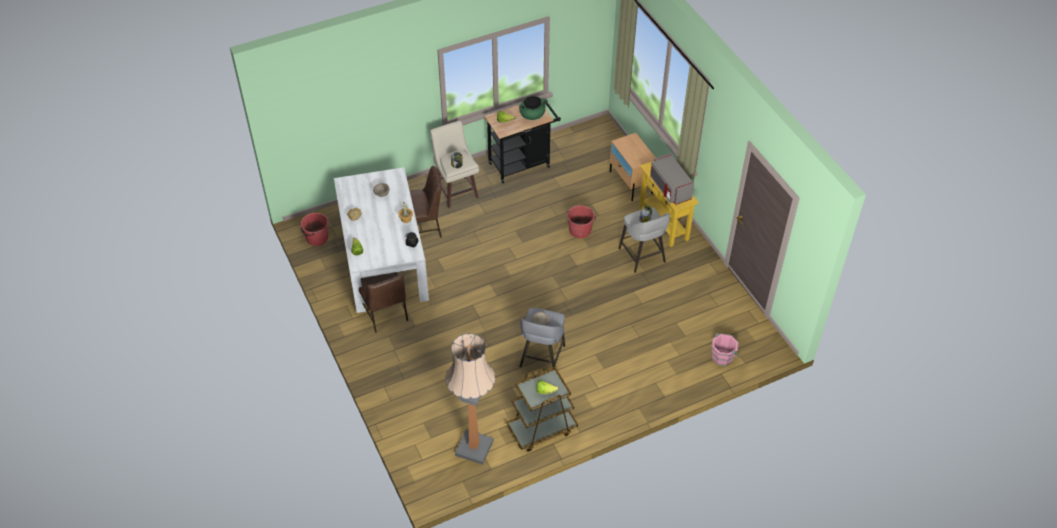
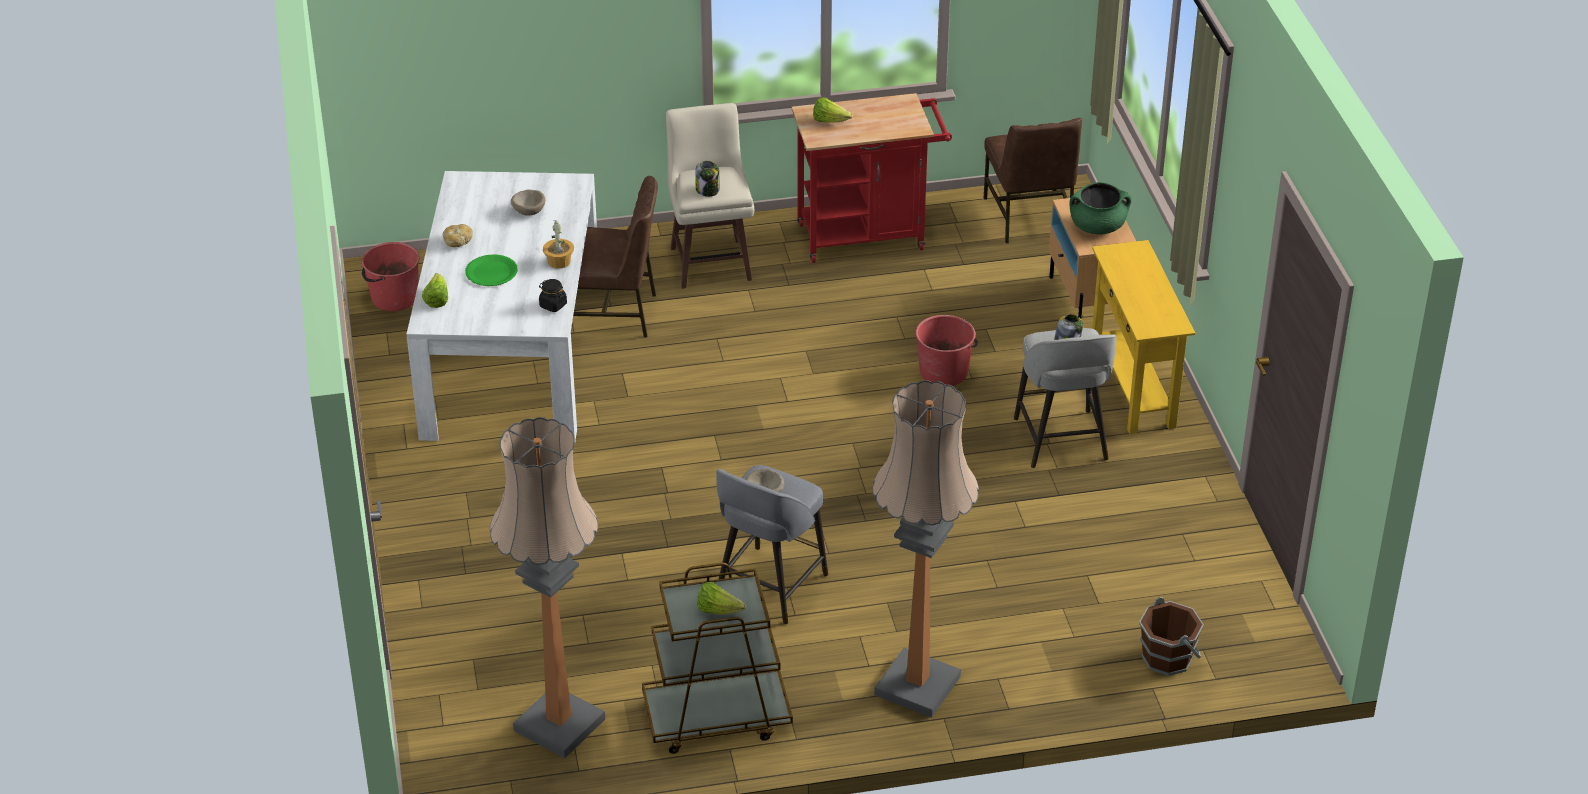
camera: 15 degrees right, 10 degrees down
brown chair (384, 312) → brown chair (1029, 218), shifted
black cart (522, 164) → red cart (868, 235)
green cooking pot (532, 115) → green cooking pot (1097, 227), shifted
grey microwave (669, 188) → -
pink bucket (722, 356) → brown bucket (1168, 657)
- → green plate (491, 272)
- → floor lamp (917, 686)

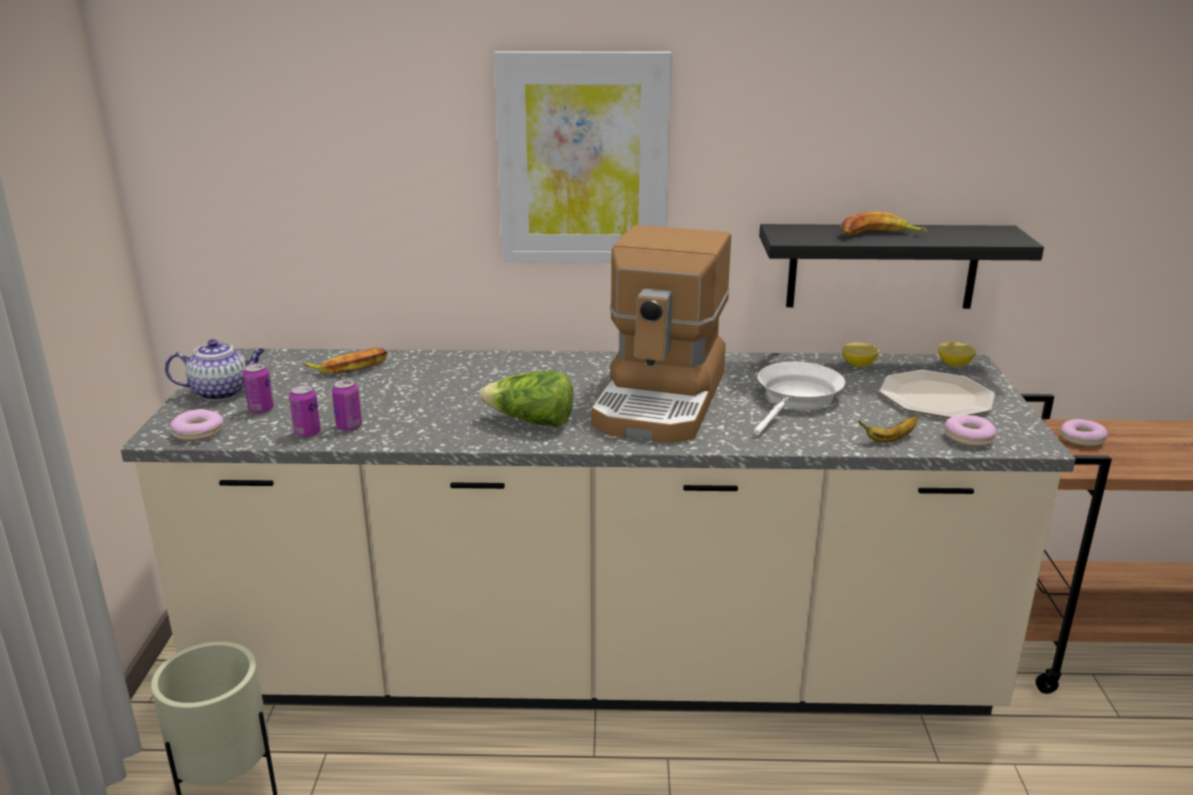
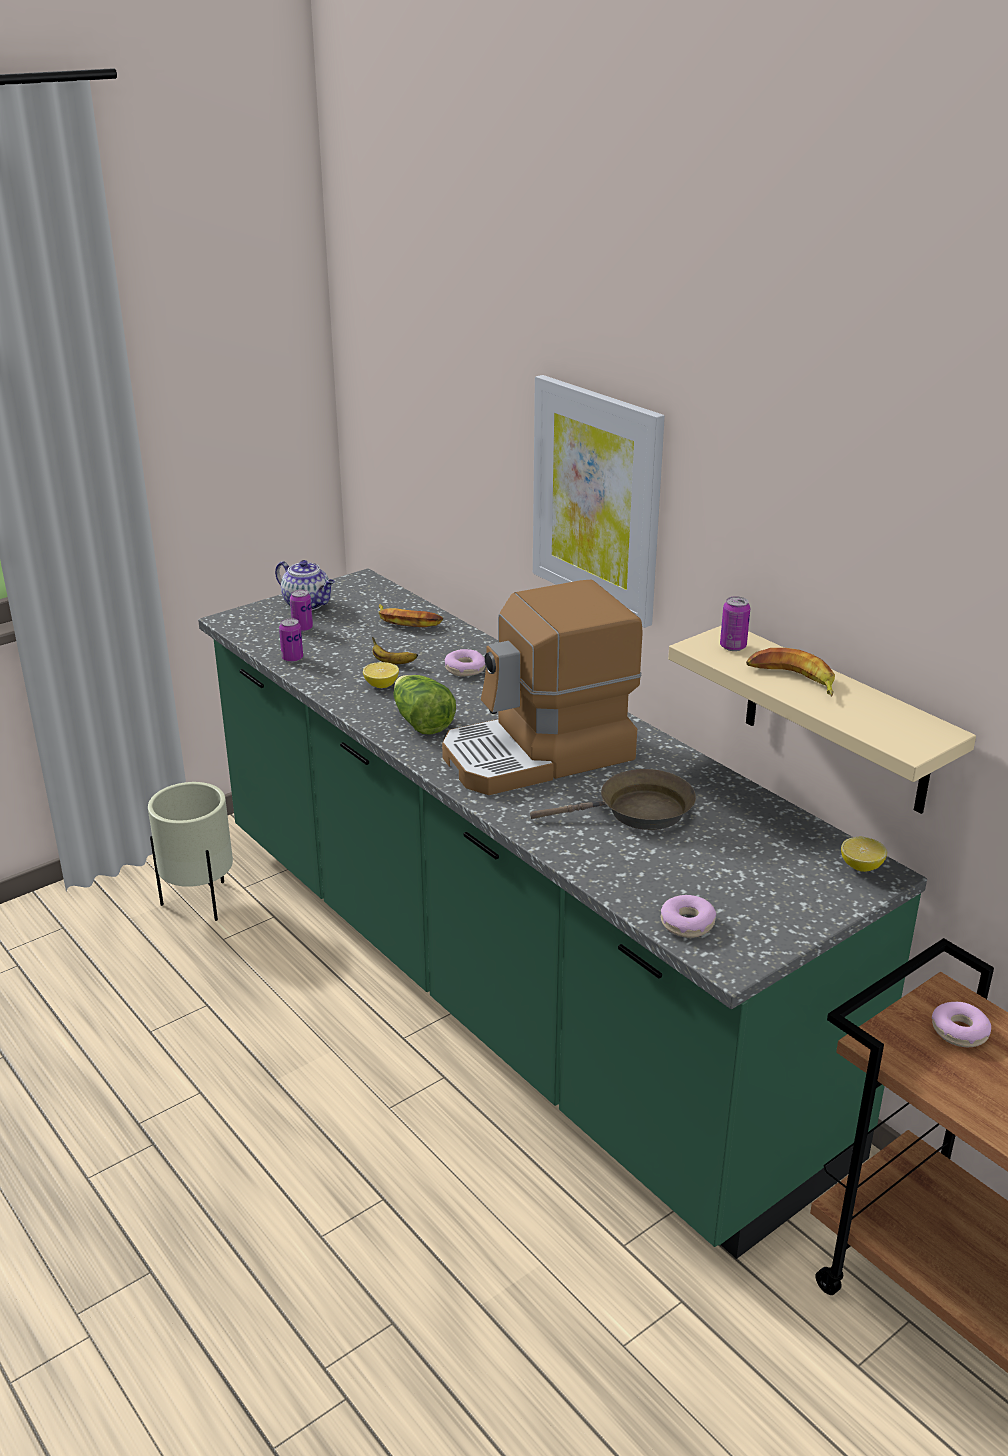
camera: 50 degrees right, 5 degrees up
beige counter (596, 665) → green counter (504, 984)
donut (198, 433) → donut (465, 669), shifted
can (349, 427) → can (733, 646), shifted
white frying pan (797, 399) → brown frying pan (637, 812)
black shelf (882, 266) → beige shelf (837, 720)
lemon (858, 365) → lemon (381, 685), shifted
banana (890, 439) → banana (392, 662), shifted
plate (936, 397) → -

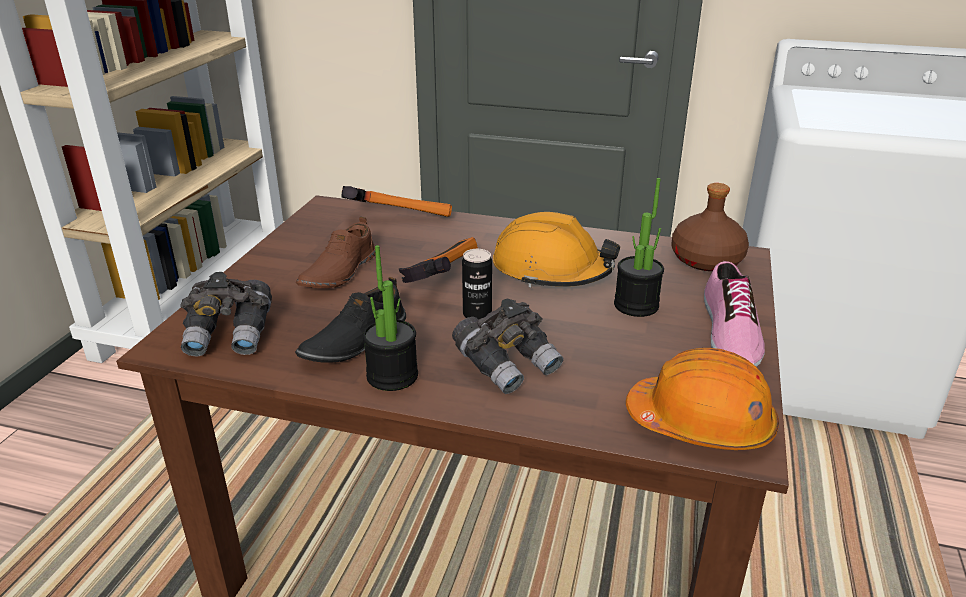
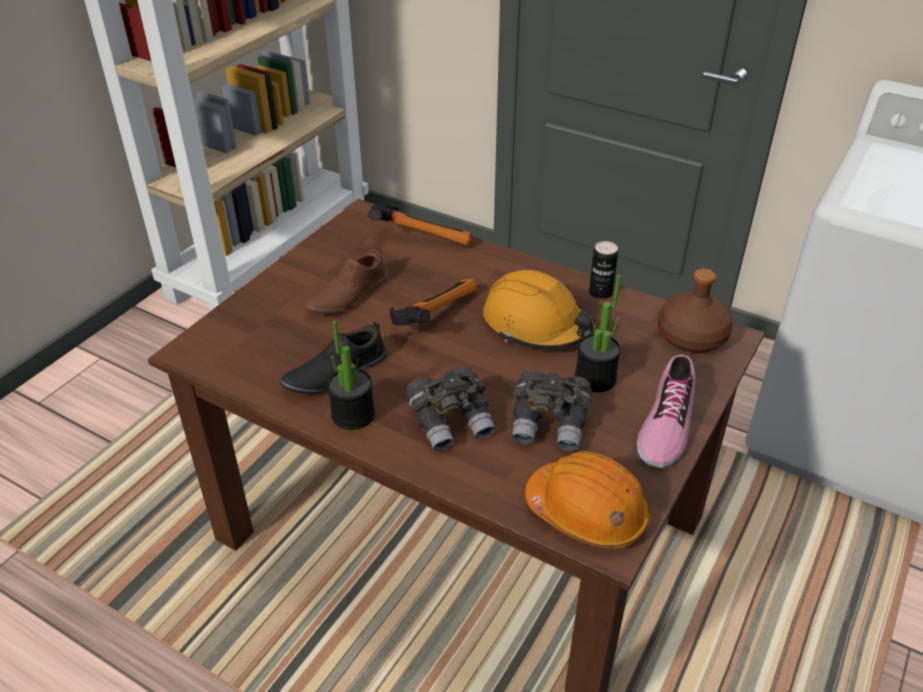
camera: 15 degrees right, 10 degrees up
grey binoculars (231, 335) → grey binoculars (550, 424), shifted
can (477, 314) → can (600, 292), shifted

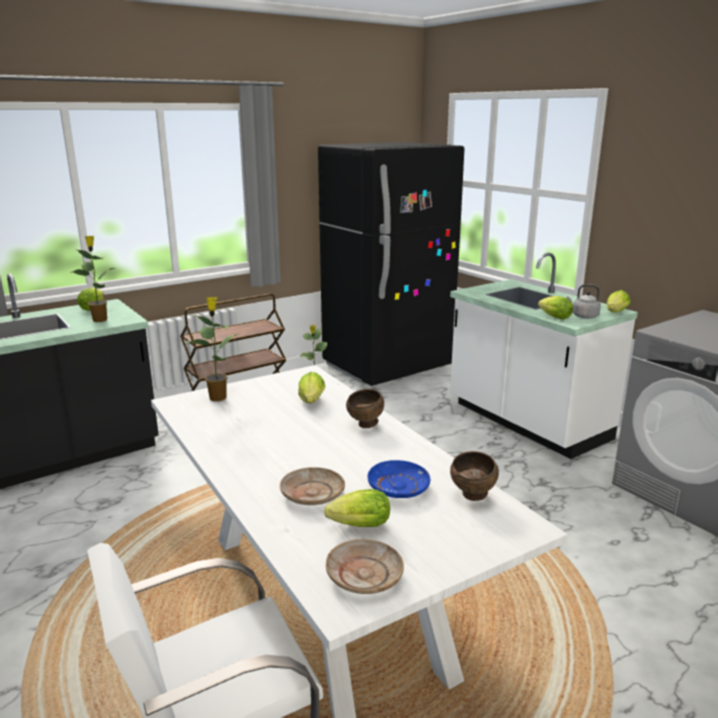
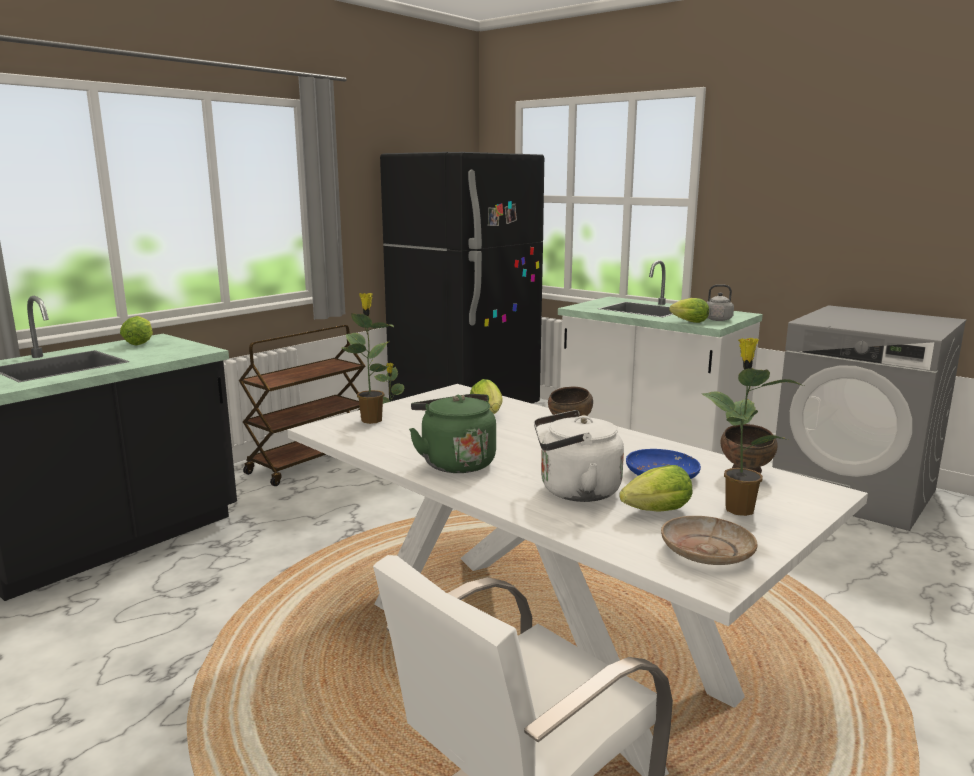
camera: 15 degrees left, 5 degrees down
potted plant (100, 319) → potted plant (738, 508), shifted
beige plate (312, 494) → white kettle (574, 491)
lettuce (615, 313) → -
- → green kettle (455, 462)

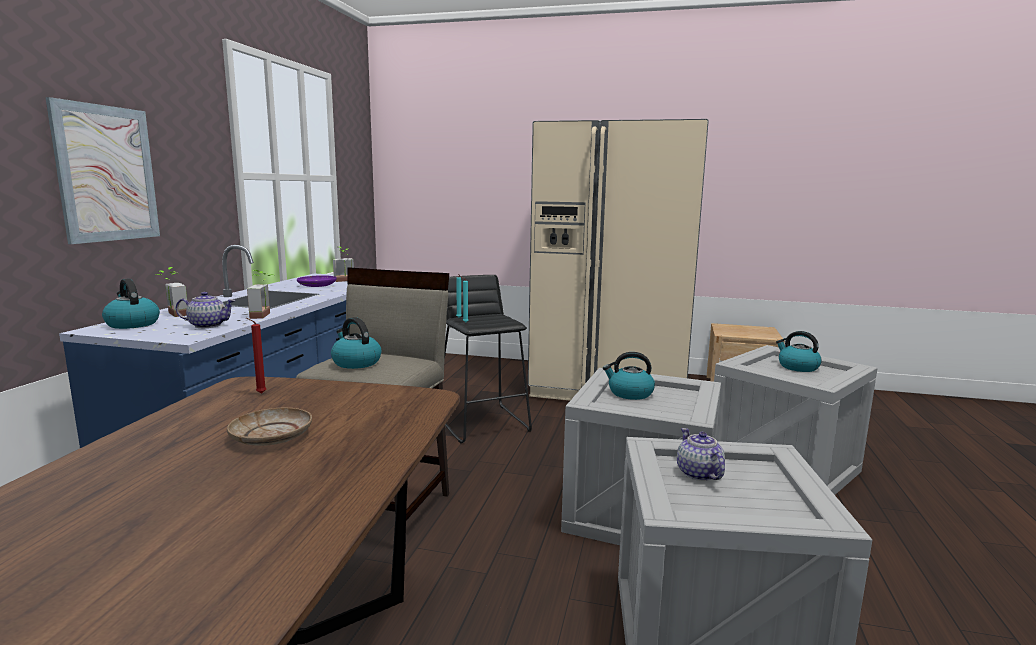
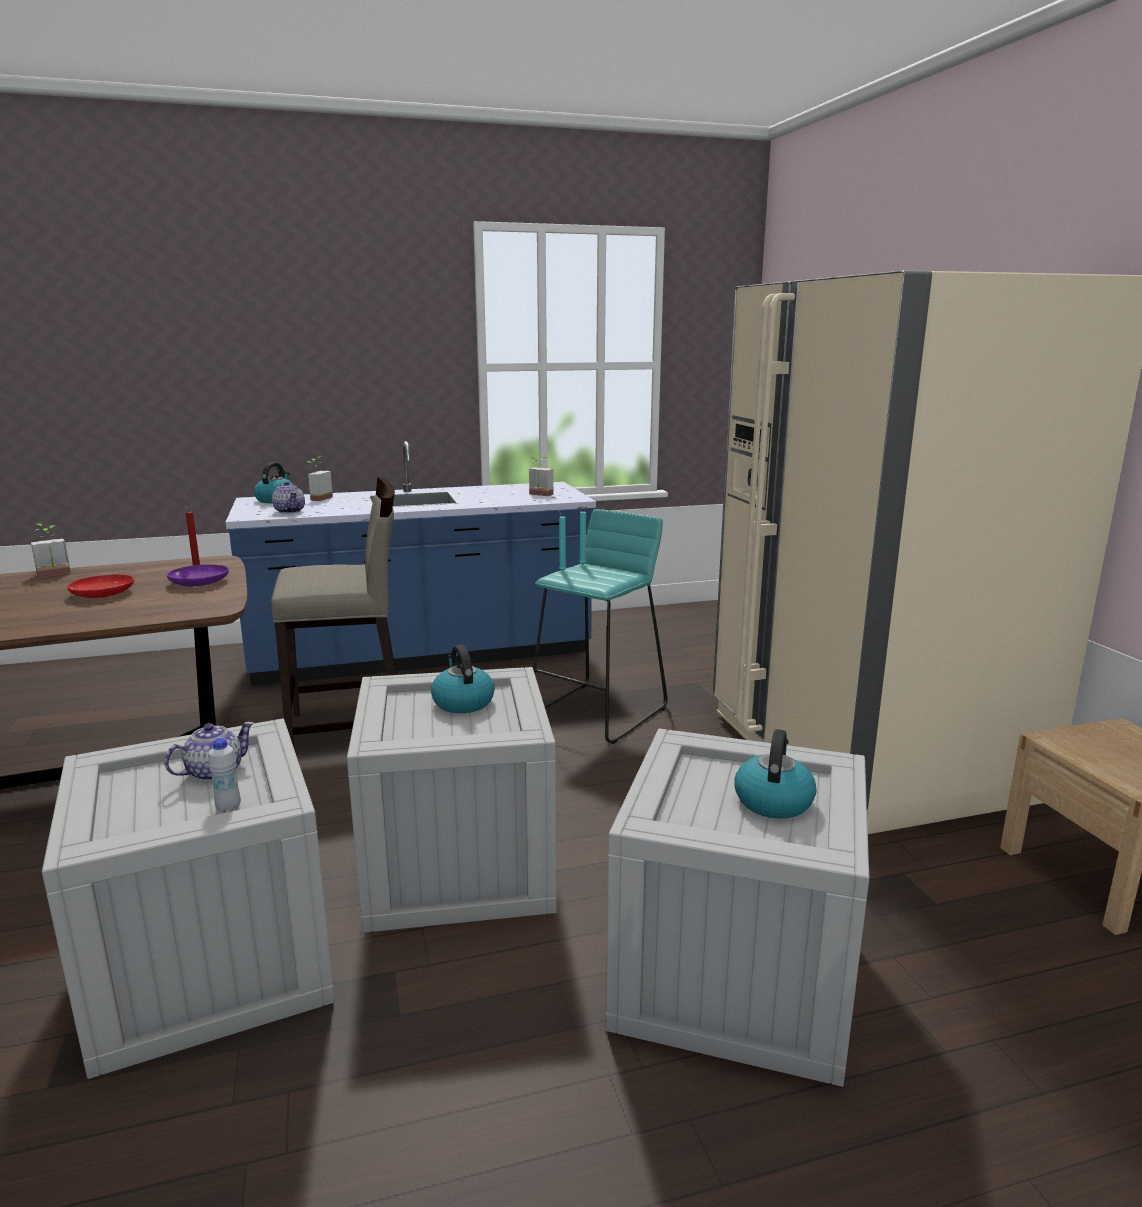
camera: 60 degrees right, 5 degrees up
picture (107, 174) → -
beige plate (271, 436) → red plate (102, 593)
potted plant (265, 315) → potted plant (54, 575), shifted
purple plate (317, 285) → purple plate (199, 582), shifted
kettle (355, 363) → -
black stool (483, 423) → turquoise stool (599, 712)
- → white bottle (228, 808)

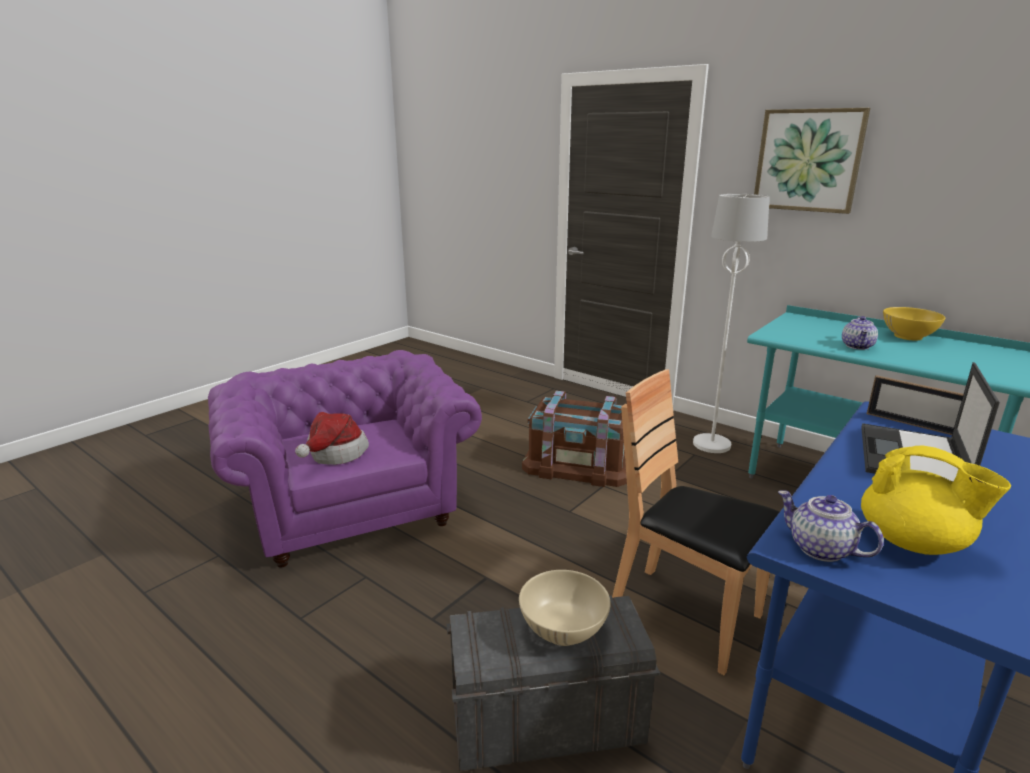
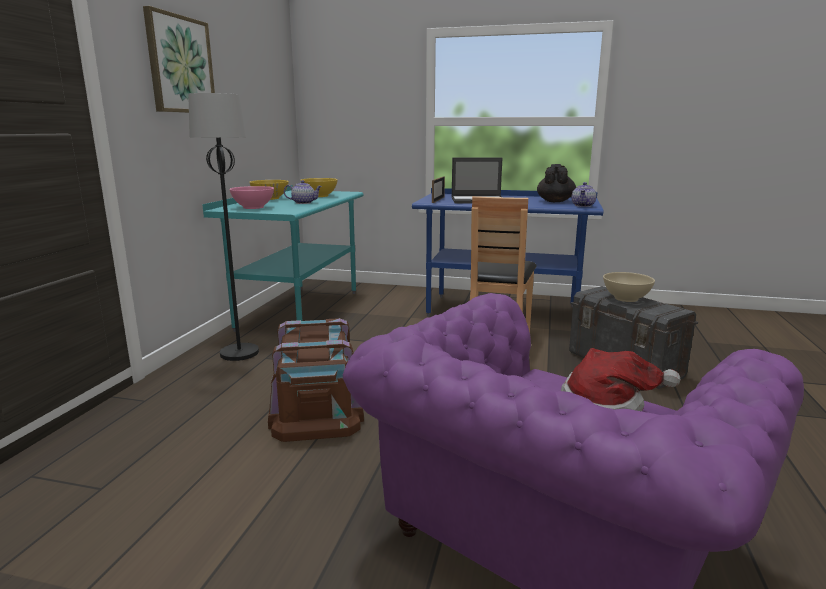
camera: 115 degrees left, 5 degrees down
white floor lamp (712, 444) → black floor lamp (239, 353)
yellow teapot (914, 542) → black teapot (555, 201)
- → pink bowl (253, 207)
- → yellow bowl (320, 196)

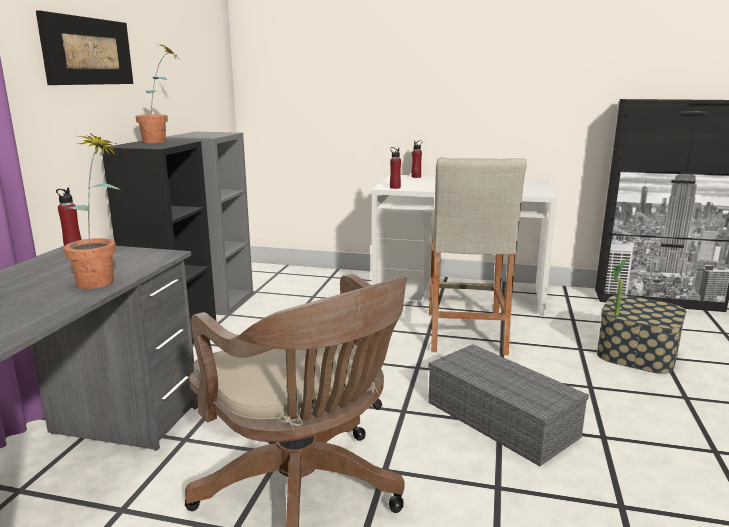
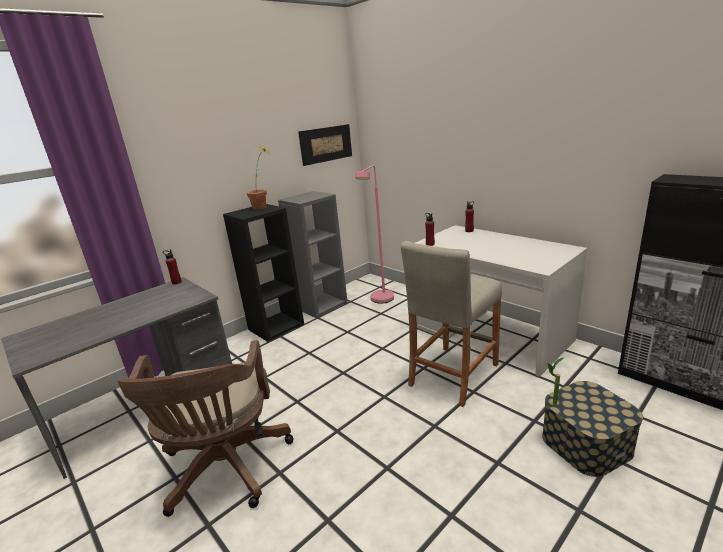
camera: 35 degrees right, 5 degrees up
picture (88, 51) → picture (326, 144), shifted
potted plant (102, 279) → -
grey storage box (503, 419) → -
- → pink floor lamp (380, 301)

